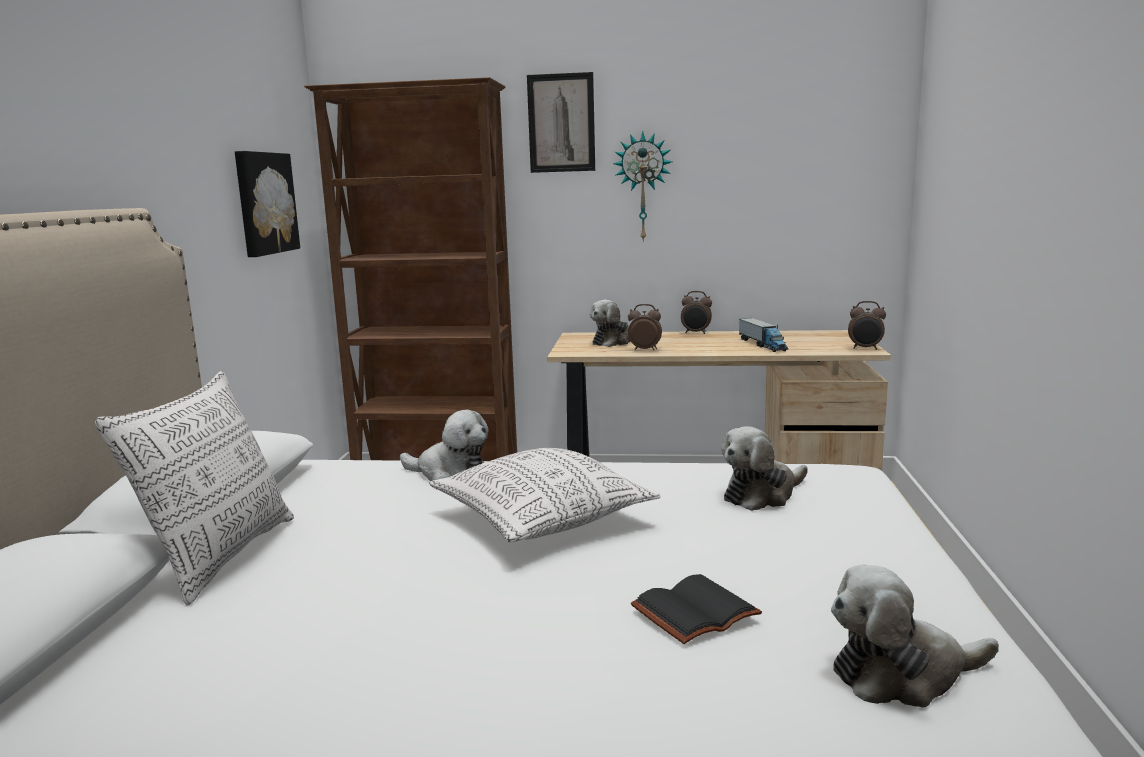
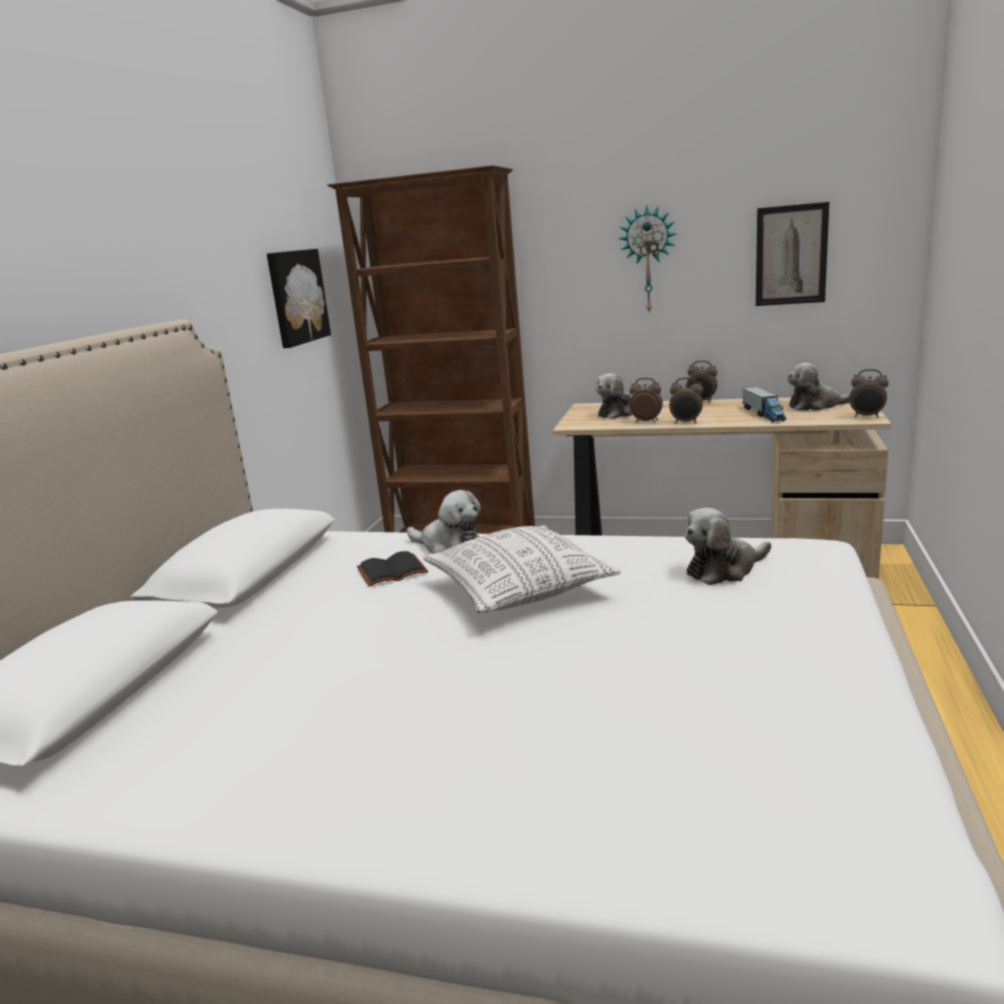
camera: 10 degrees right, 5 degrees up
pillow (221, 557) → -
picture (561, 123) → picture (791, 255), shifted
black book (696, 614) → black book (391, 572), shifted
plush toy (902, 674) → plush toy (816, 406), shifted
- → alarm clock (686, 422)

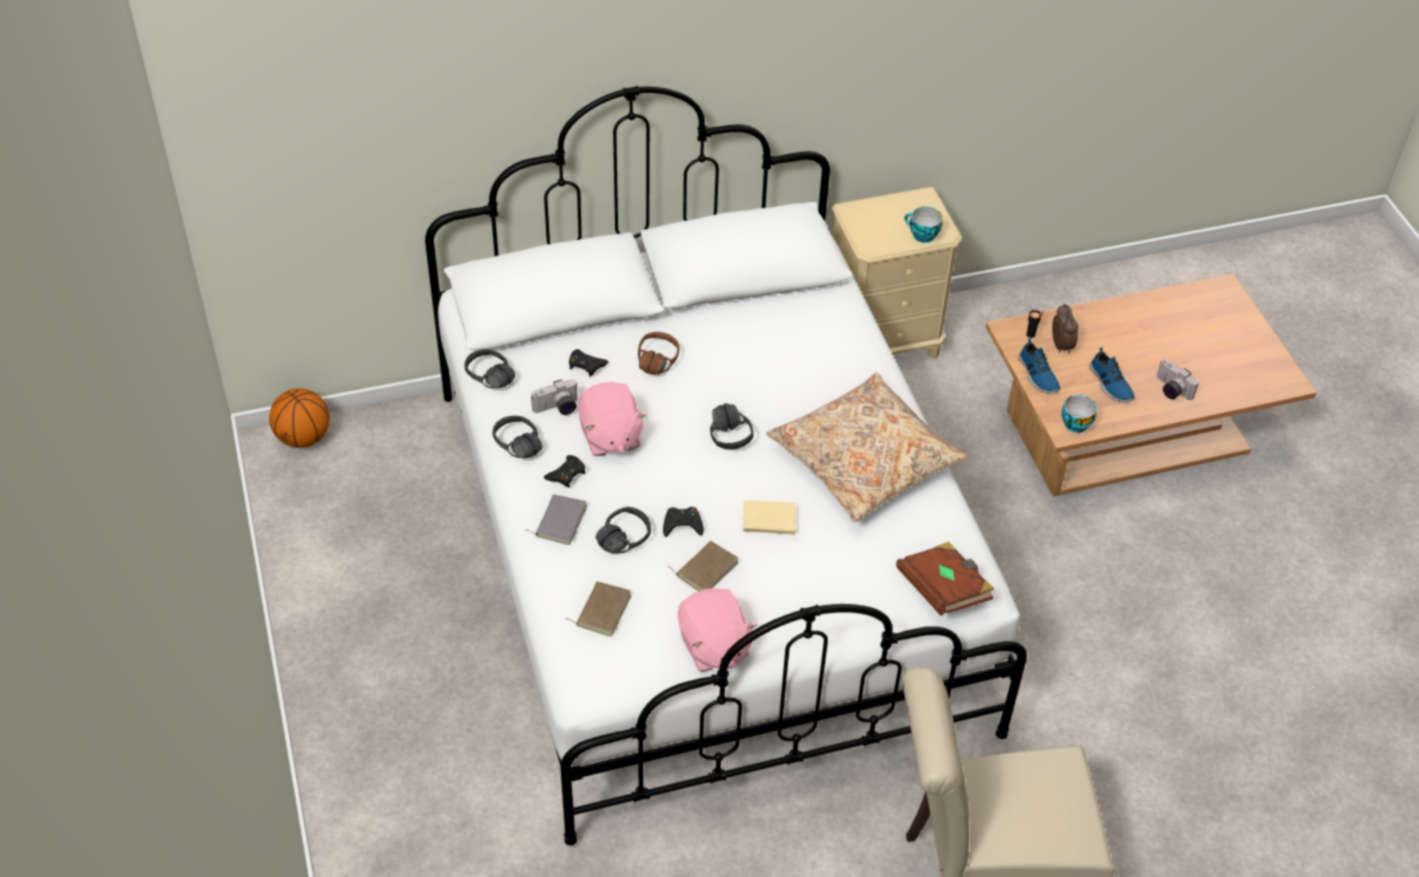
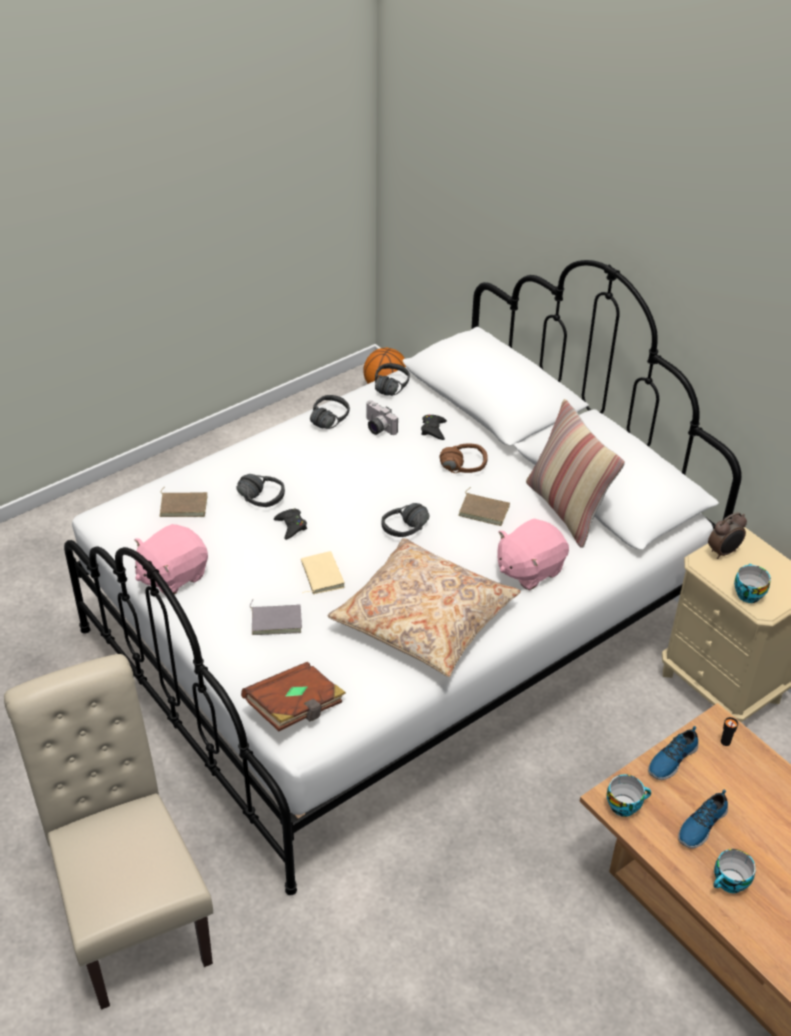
camera: 70 degrees right, 5 degrees down
grey book (559, 521) → grey book (276, 620), shifted
black game controller (566, 474) → -
pink plush toy (610, 436) → pink plush toy (529, 569), shifted
brown book (705, 568) → brown book (484, 510), shifted
alarm clock (1062, 346) → alarm clock (724, 552), shifted
photo camera (1170, 390) → cup (730, 883)
- → pillow (567, 510)

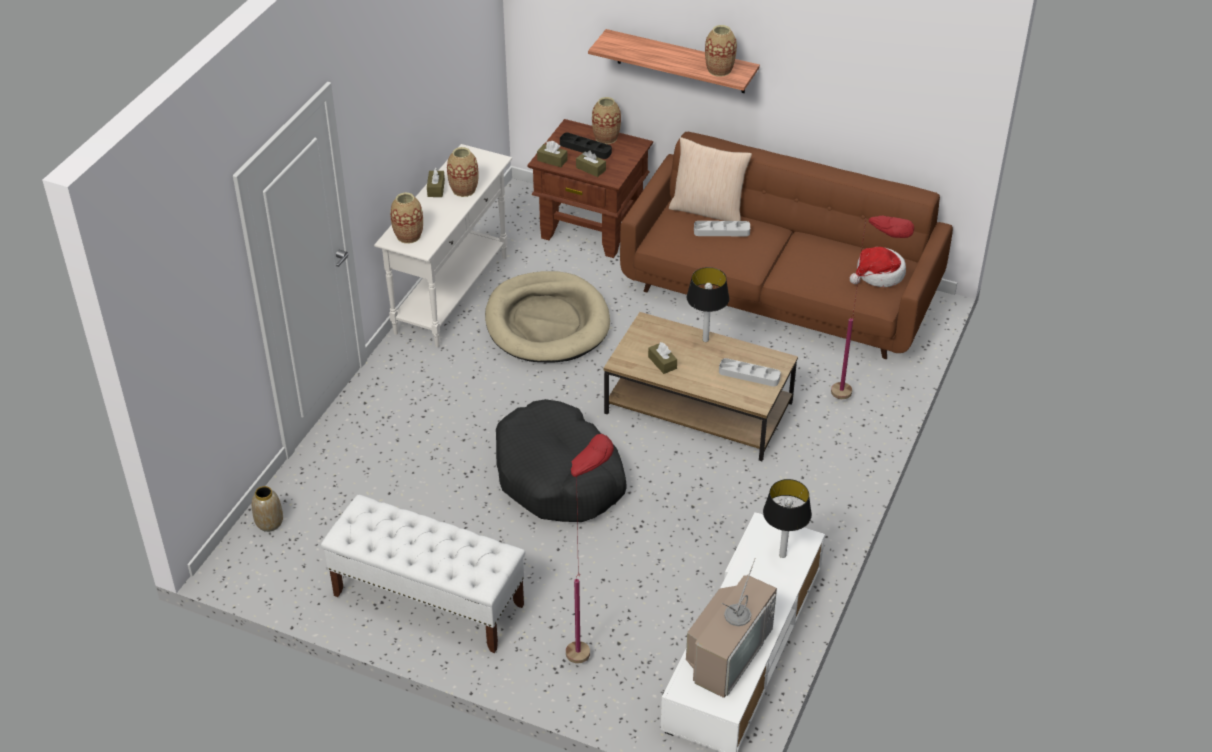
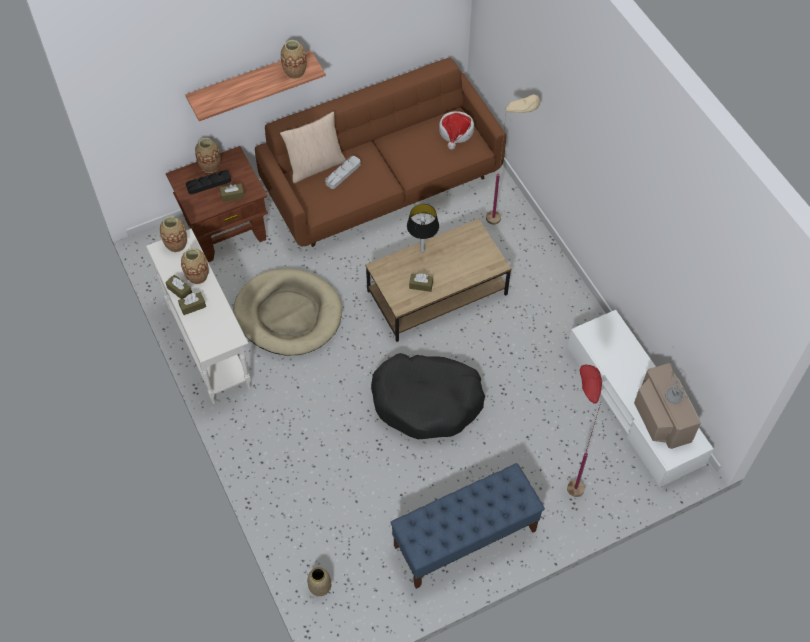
camera: 50 degrees left, 15 degrees up
white bench (428, 600) → blue bench (464, 538)
vase (408, 236) → vase (176, 244), shifted
brown tissue box (552, 160) → brown tissue box (193, 306), shifted
grey tray (749, 375) → -
table lamp (782, 554) → -
red floor lamp (857, 403) → beige floor lamp (505, 217)

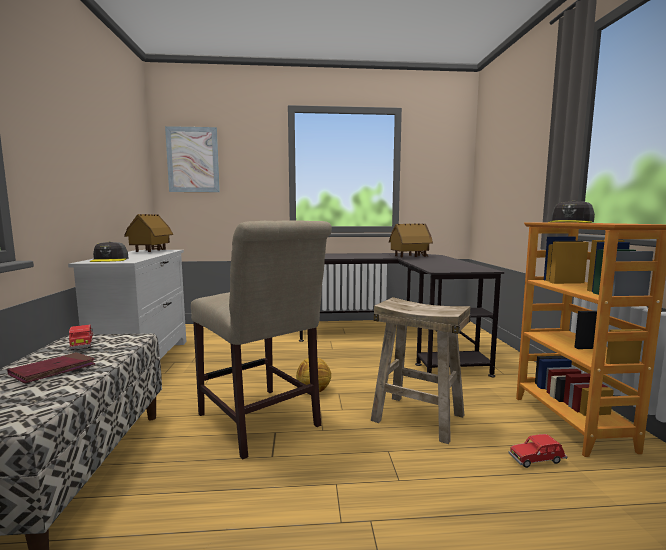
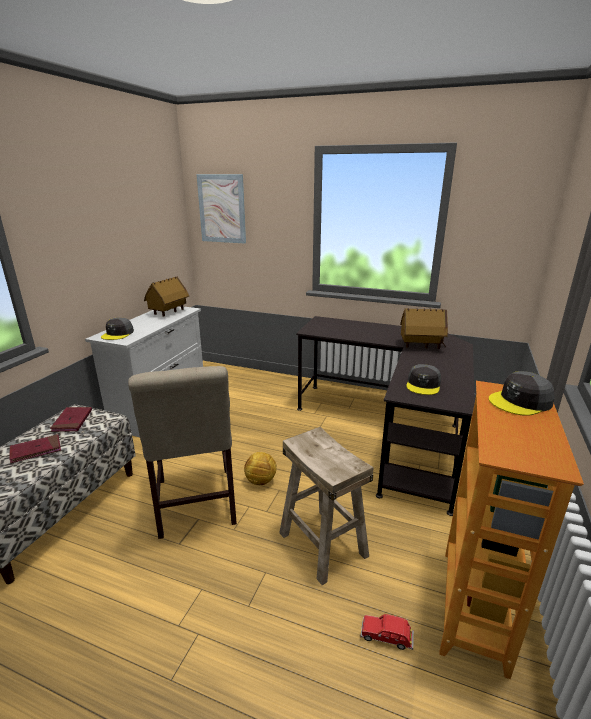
camera: 25 degrees right, 15 degrees up
red toy car (82, 345) → red book (72, 421)
- → grey cap (423, 385)

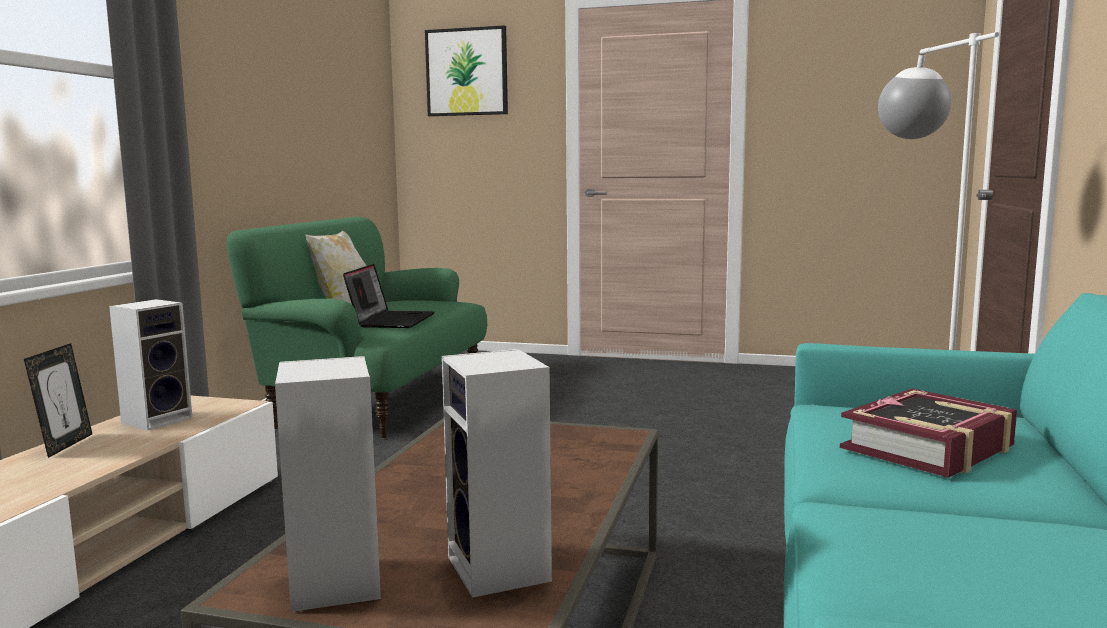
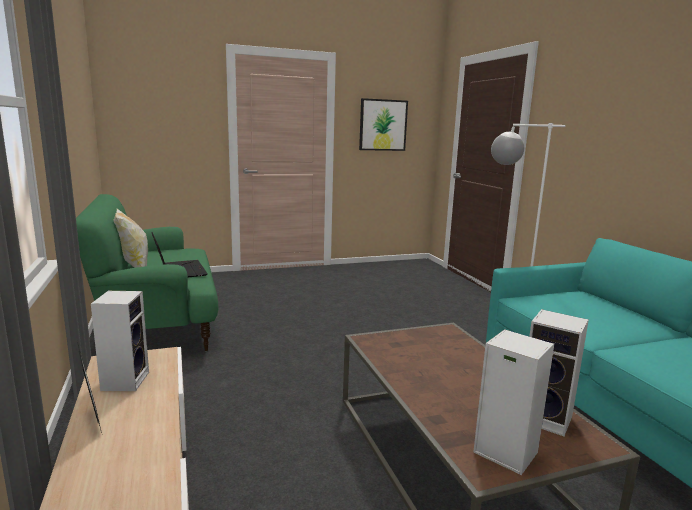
camera: 35 degrees left, 5 degrees up
picture (467, 72) → picture (383, 125), shifted
book (929, 447) → -

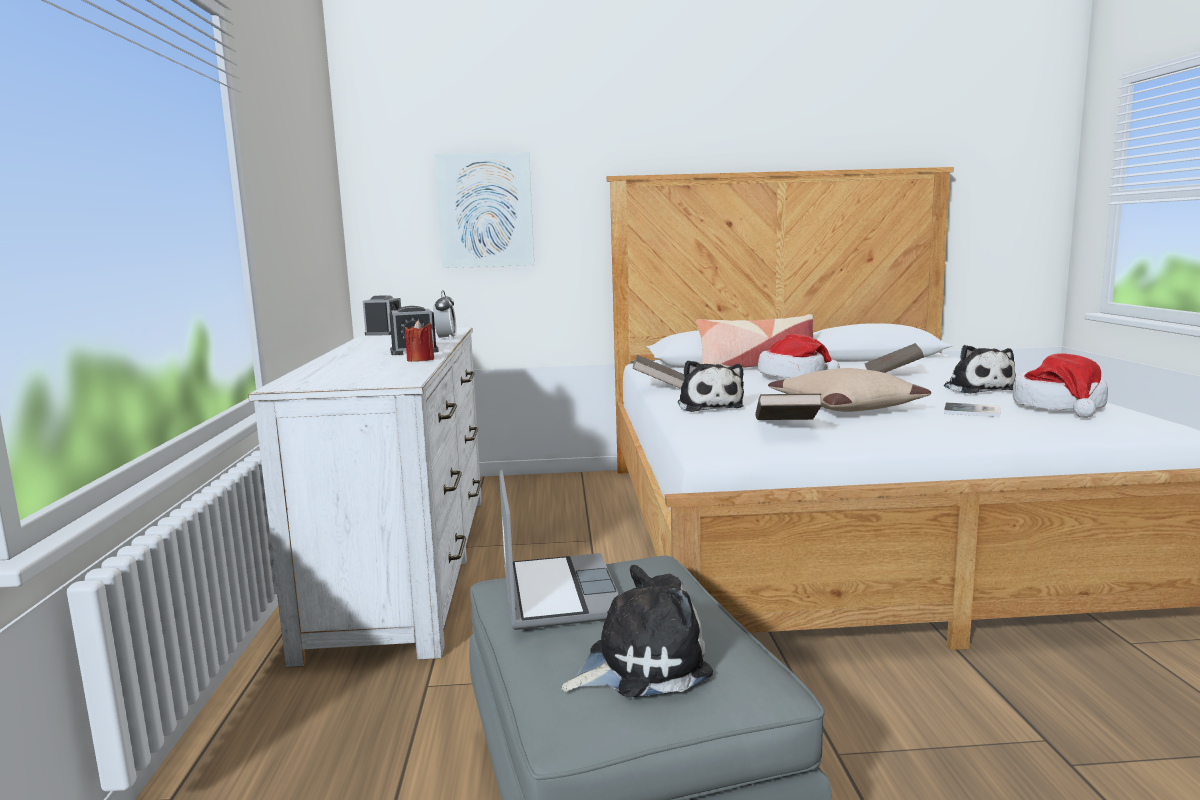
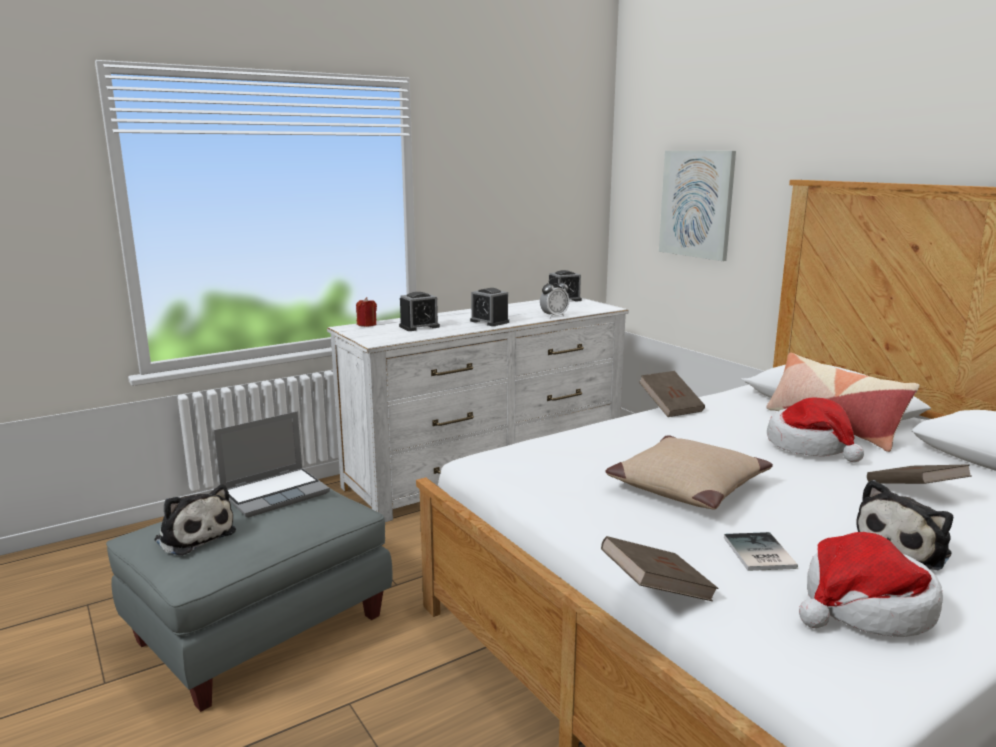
camera: 60 degrees right, 5 degrees up
red candle (420, 360) → red candle (367, 324), shifted
plush toy (709, 406) → -
brown book (786, 427) → brown book (656, 590), shifted
- → alarm clock (419, 326)

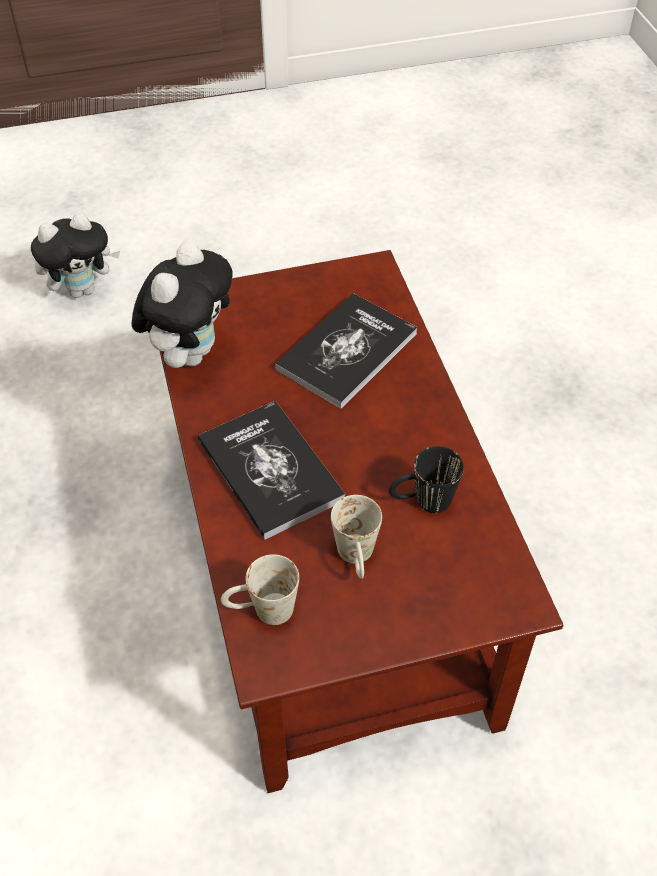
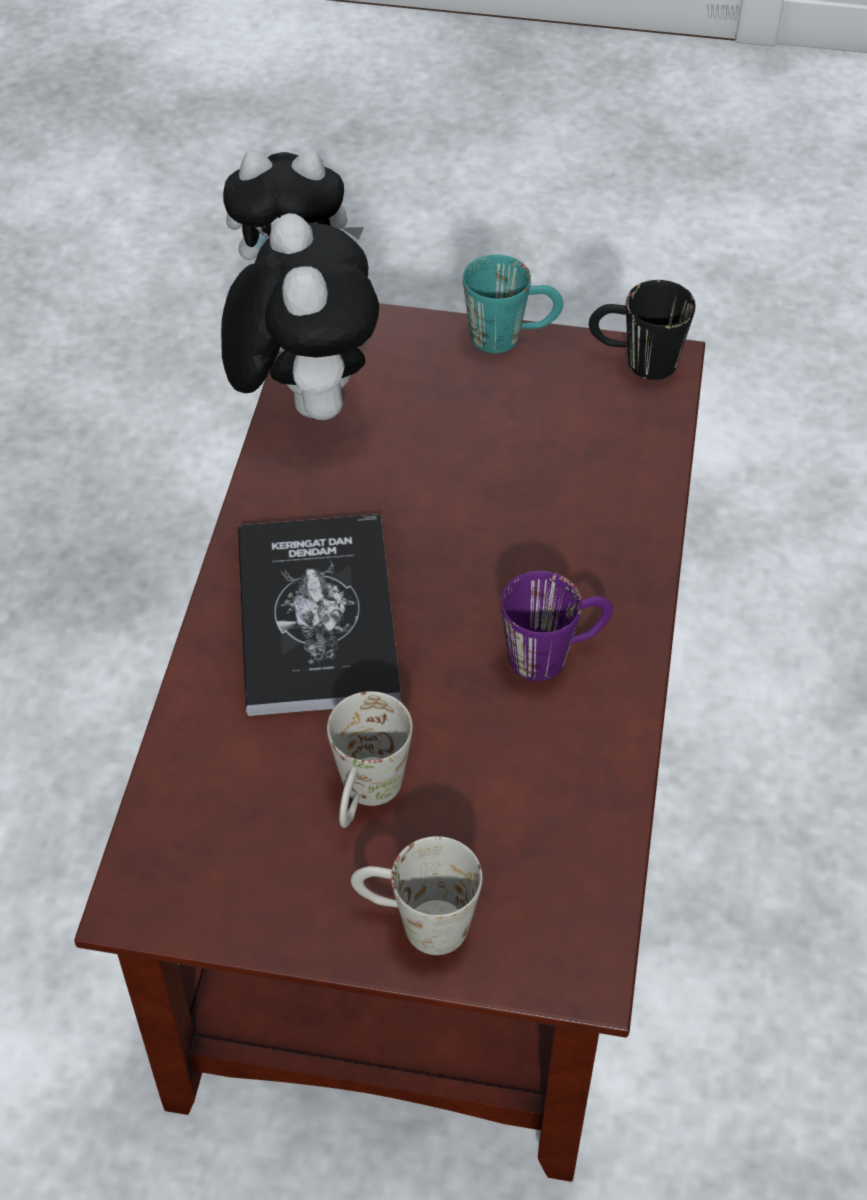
camera: 25 degrees right, 0 degrees up
plush toy (190, 353) → plush toy (304, 401), 60 degrees counterclockwise
white mug (262, 611) → white mug (415, 922), shifted
book (347, 351) → -
black mug (422, 501) → black mug (635, 361), shifted
- → turquoise mug (511, 336)
- → purple mug (554, 653)

